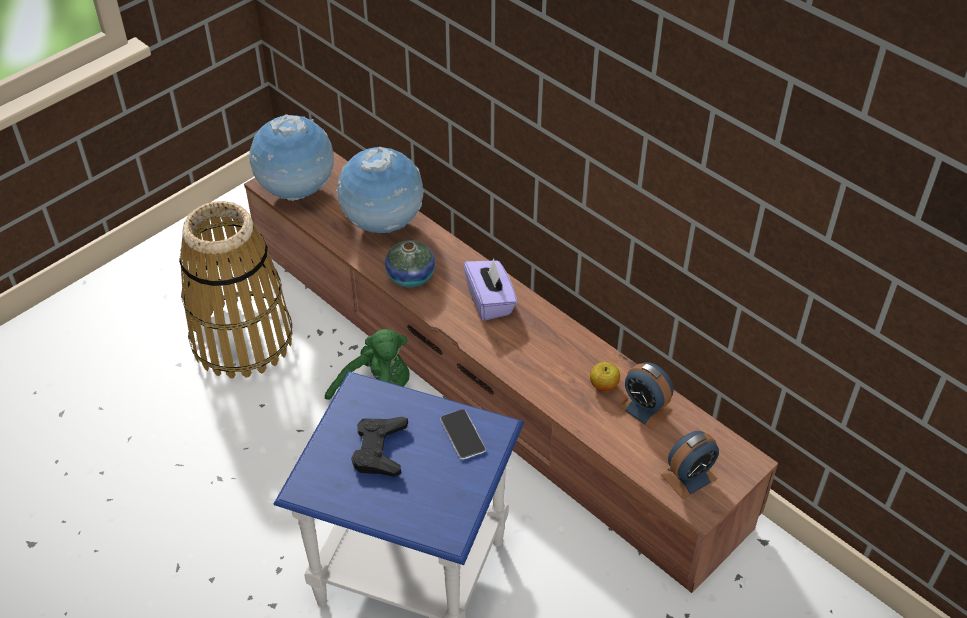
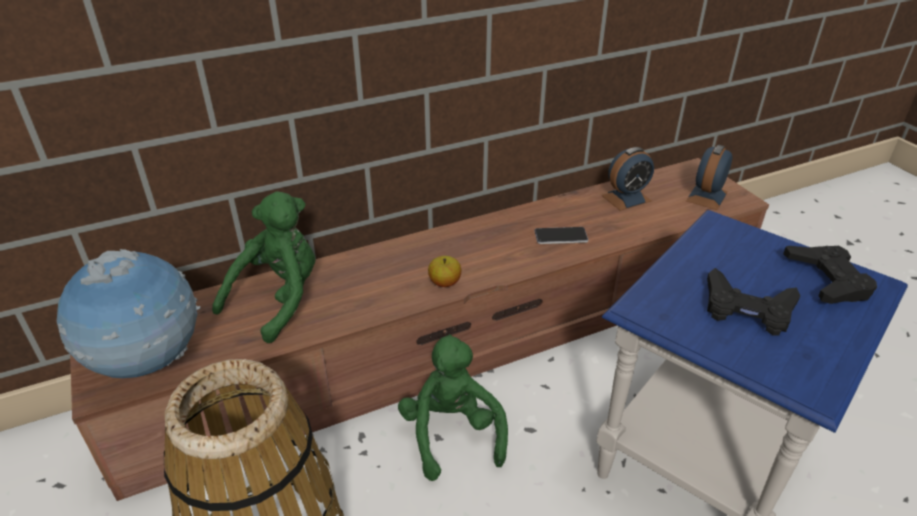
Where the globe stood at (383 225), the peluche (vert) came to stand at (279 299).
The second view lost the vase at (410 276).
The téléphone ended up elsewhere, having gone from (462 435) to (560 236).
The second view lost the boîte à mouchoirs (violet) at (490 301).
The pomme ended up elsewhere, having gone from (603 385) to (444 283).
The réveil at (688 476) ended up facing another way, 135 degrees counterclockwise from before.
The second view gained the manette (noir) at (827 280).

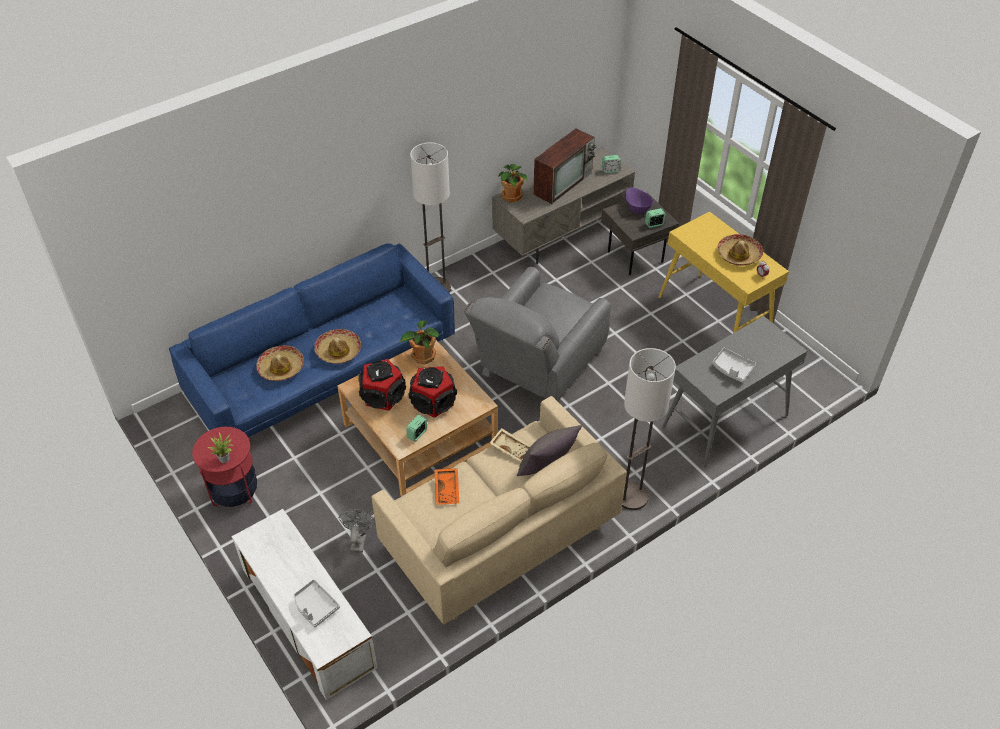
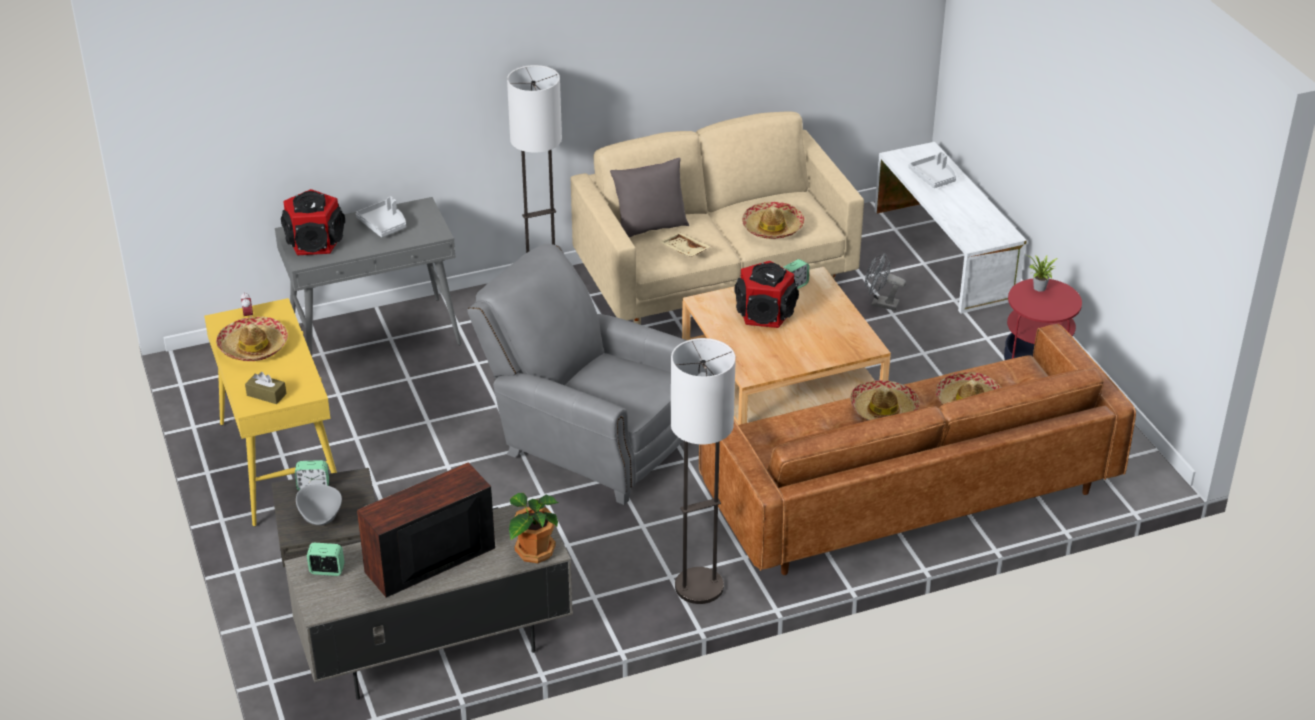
What was the canapé (bleu) at (323 371) turned into the canapé (marron) at (908 491).
The ventilateur (gris) at (358 540) ended up facing another way, 90 degrees clockwise from before.
The enceinte ended up elsewhere, having gone from (382 396) to (315 242).
The second view lost the plante en pot at (422 356).
Where the plateau (orange) stood at (447 489), the chapeau came to stand at (772 227).
The fauteuil (gris) at (536 368) ended up facing another way, 105 degrees counterclockwise from before.
What was the bol (violet) at (637 208) turned into the bol (gris) at (320 521).
The second view gained the boîte à mouchoirs (marron) at (266 394).

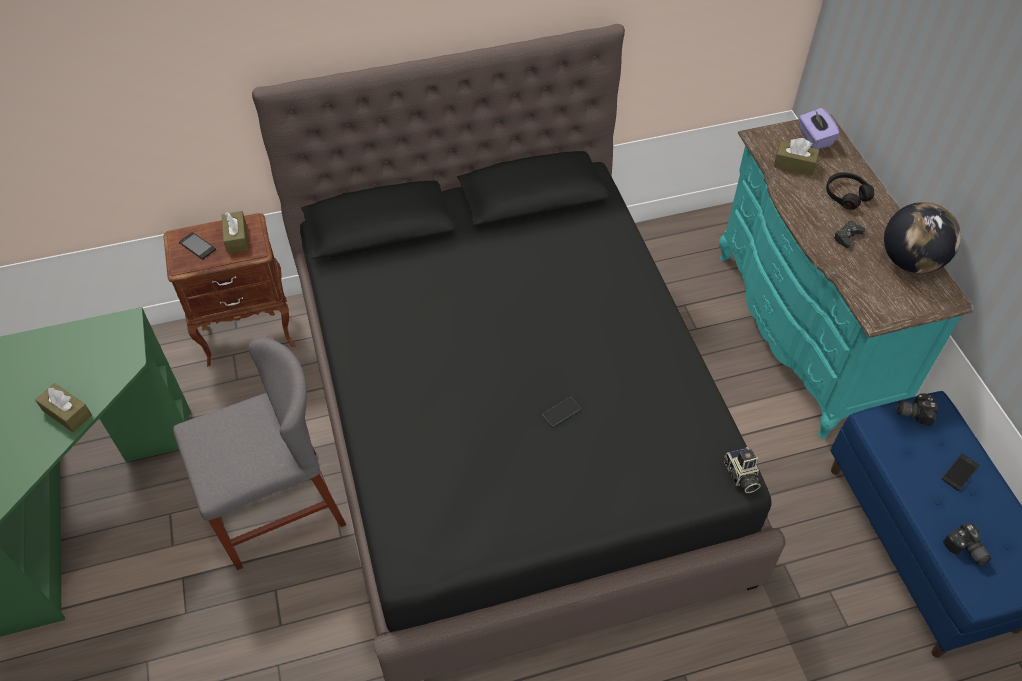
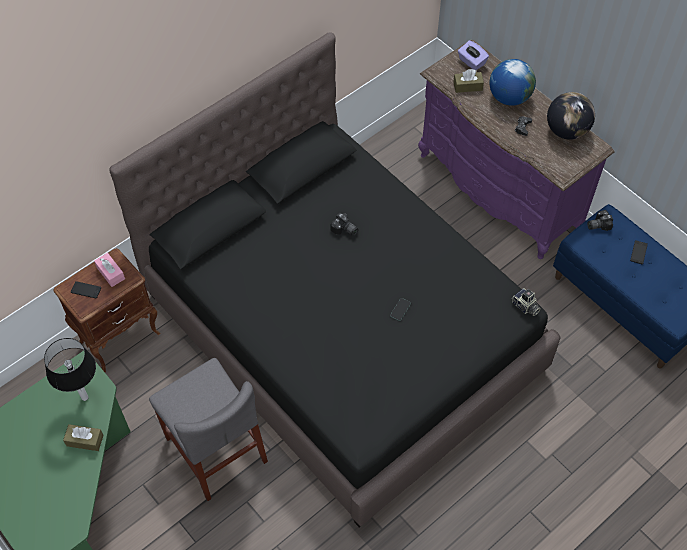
The chaise (gris) at (277 508) ended up facing another way, 105 degrees clockwise from before.
What was the boîte à mouchoirs (marron) at (236 237) turned into the boîte à mouchoirs (rose) at (110 273).
What was the commode (turquoise) at (800 334) turned into the commode (violet) at (497 192).
Where the casque audio (noir) stood at (846 195), the globe came to stand at (509 97).
The appareil photo ended up elsewhere, having gone from (965 550) to (344 230).
The second view gained the lampe de table at (84 397).

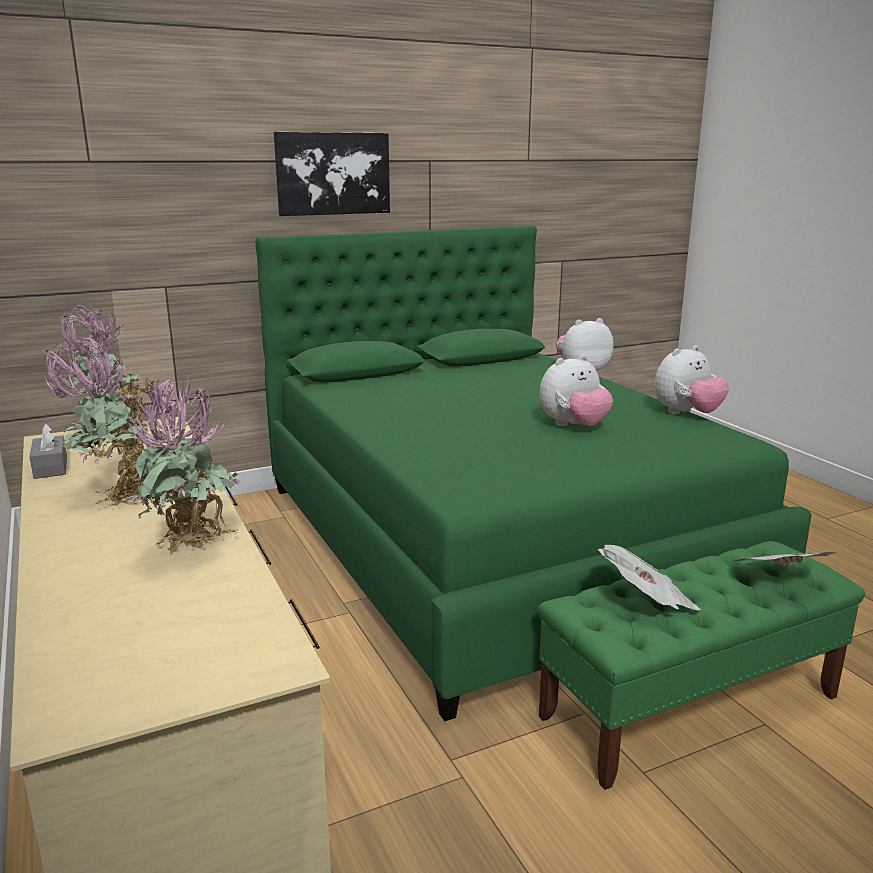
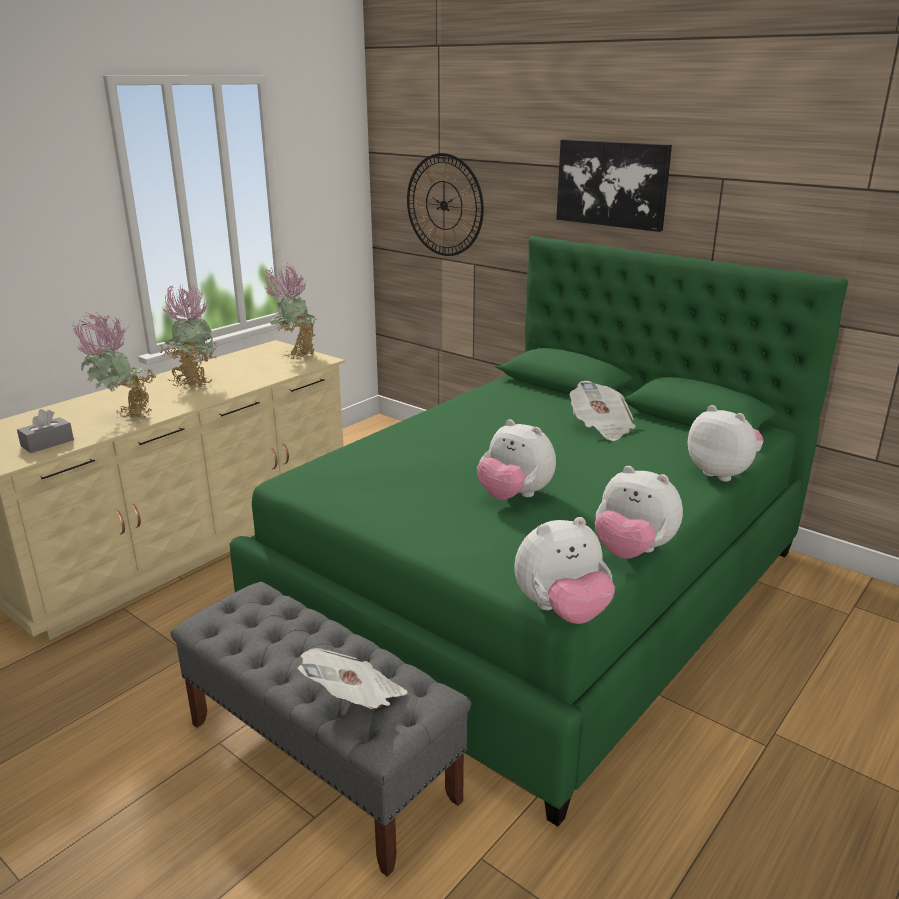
The boîte à mouchoirs (gris) ended up elsewhere, having gone from (50 467) to (47 443).
What was the banc (vert) at (690 706) turned into the banc (gris) at (321 761).
The journal ended up elsewhere, having gone from (646 601) to (601 427).
The second view gained the horloge murale at (444 205).
The second view gained the peluche at (562 611).

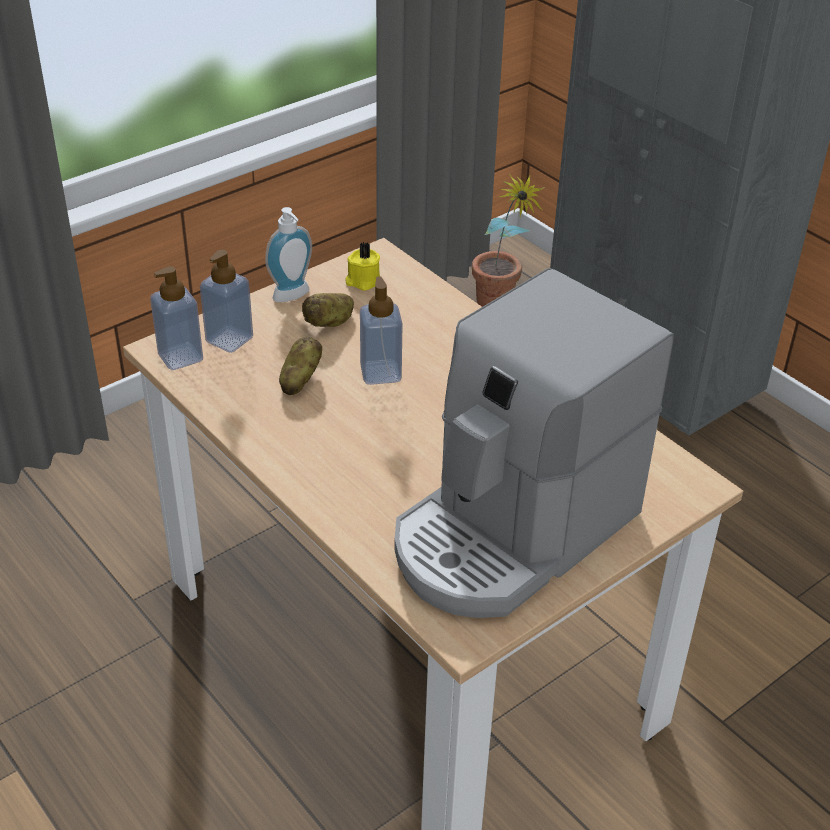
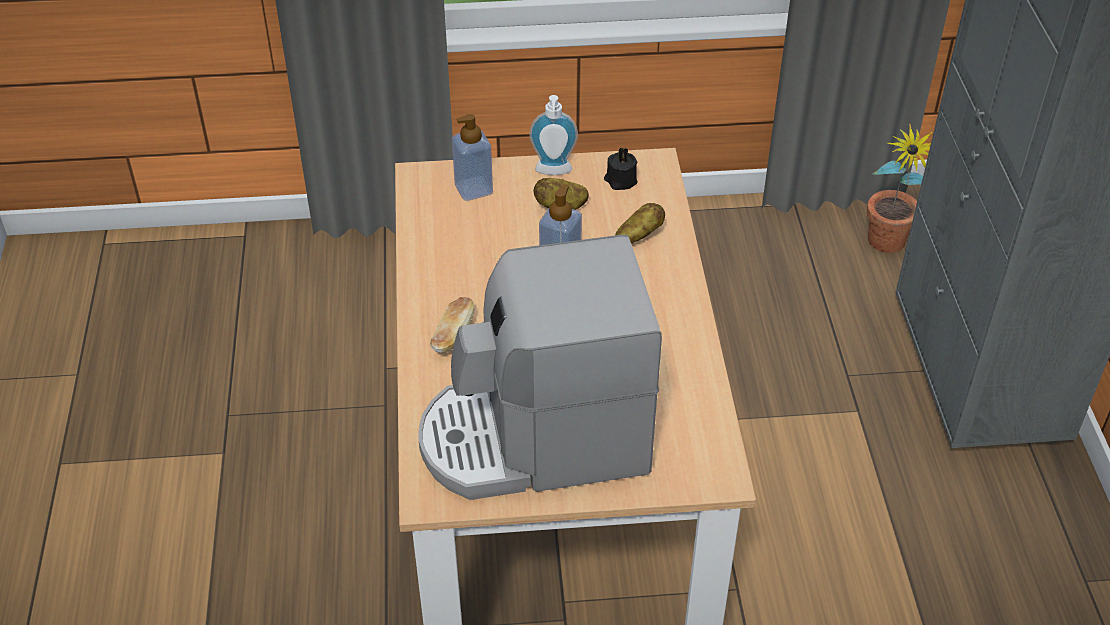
The second view lost the distributeur de savon at (180 357).
The pomme de terre ended up elsewhere, having gone from (299 380) to (638 237).
What was the bougie (jaune) at (362 281) turned into the bougie (noir) at (620 180).
The second view gained the pain at (453 336).

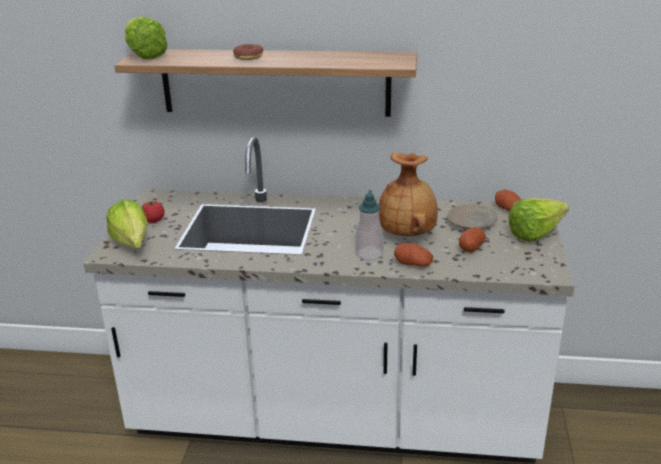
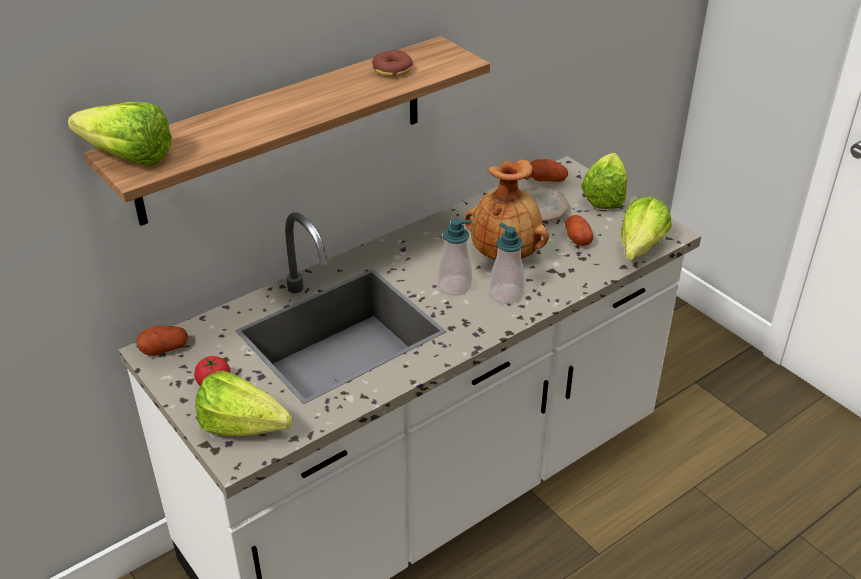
The beignet ended up elsewhere, having gone from (248 57) to (392 70).
The pomme de terre ended up elsewhere, having gone from (413 264) to (164 349).
The second view gained the distributeur de savon at (454 286).
The second view gained the laitue at (636 252).

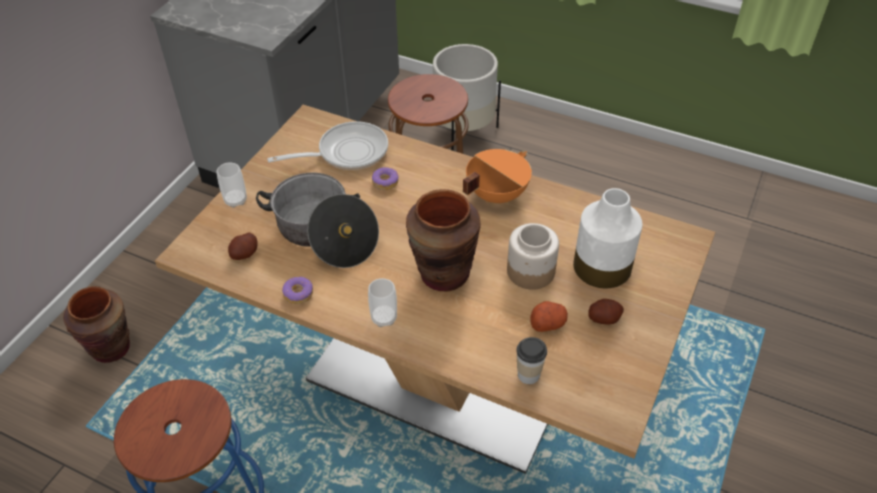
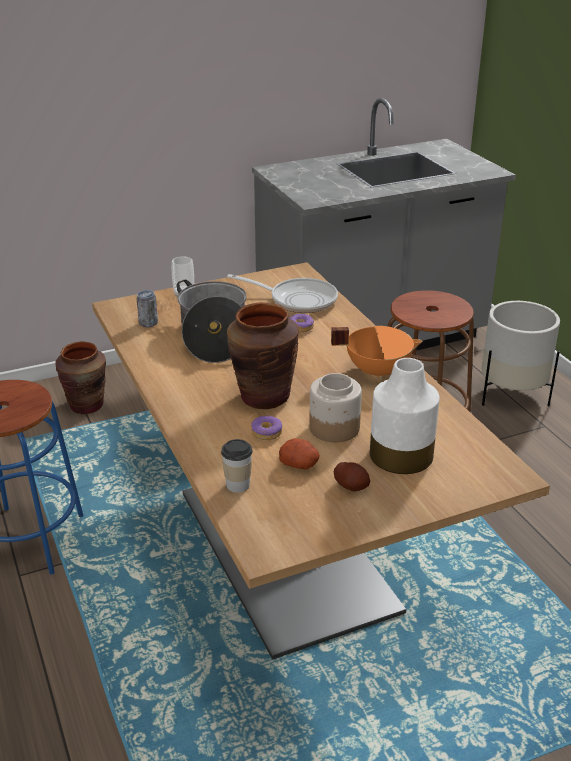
Where the pomme de terre stood at (245 254), the boîte métallique came to stand at (148 323).
The beignet ended up elsewhere, having gone from (298 294) to (267 432).
The second view lost the tasse at (384 318).

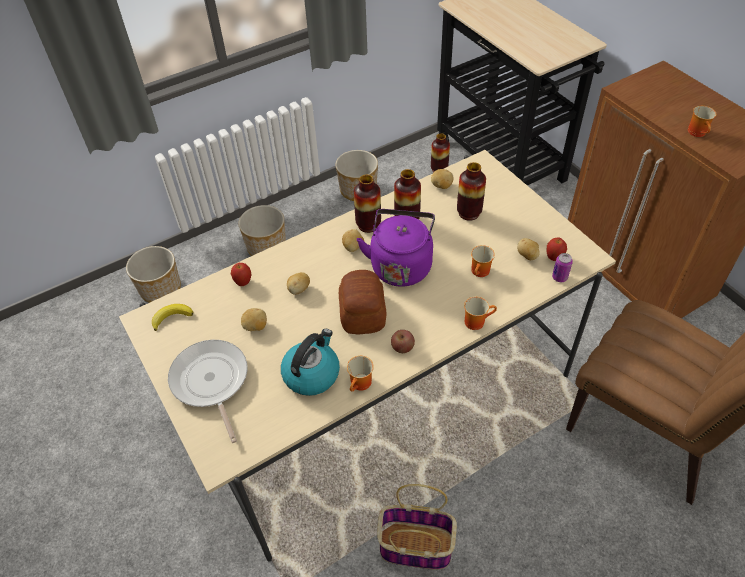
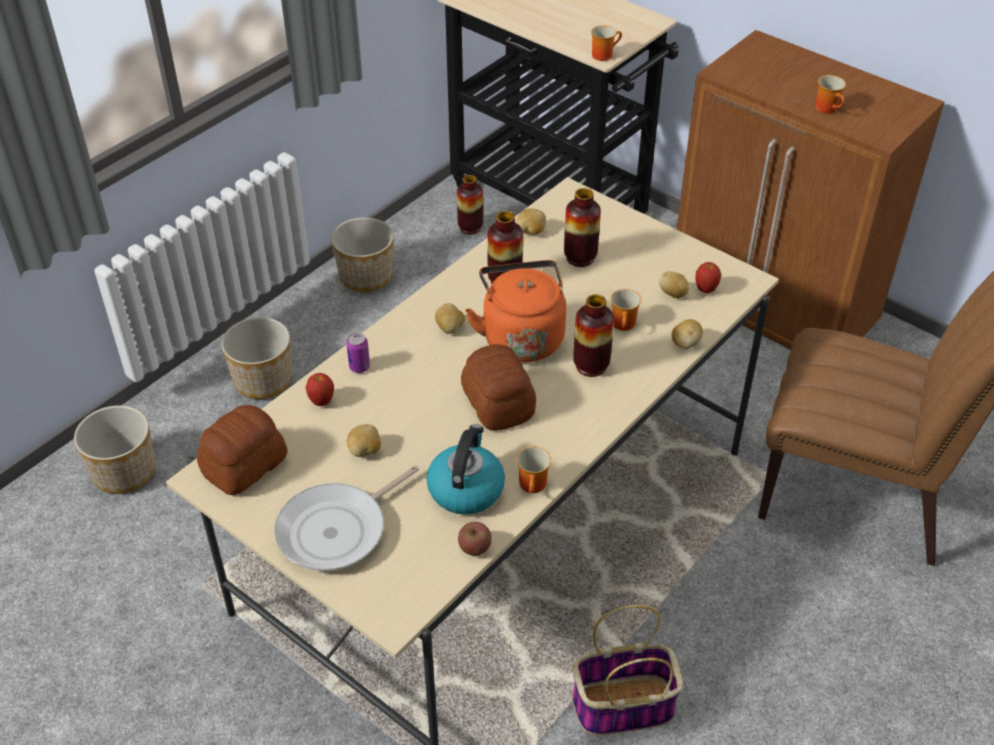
Where the banane stood at (172 317), the pain came to stand at (243 465).
The poêle at (211 382) ended up facing another way, 90 degrees counterclockwise from before.
The pomme de terre ended up elsewhere, having gone from (299 289) to (685 343).
The vase ended up elsewhere, having gone from (368 225) to (591 366).
What was the bouilloire (violet) at (401 265) turned into the bouilloire (orange) at (521 337).
The pomme ended up elsewhere, having gone from (402 347) to (475 547).
The mug ended up elsewhere, having gone from (476 320) to (603 54).
The boîte métallique ended up elsewhere, having gone from (559 277) to (359 367).

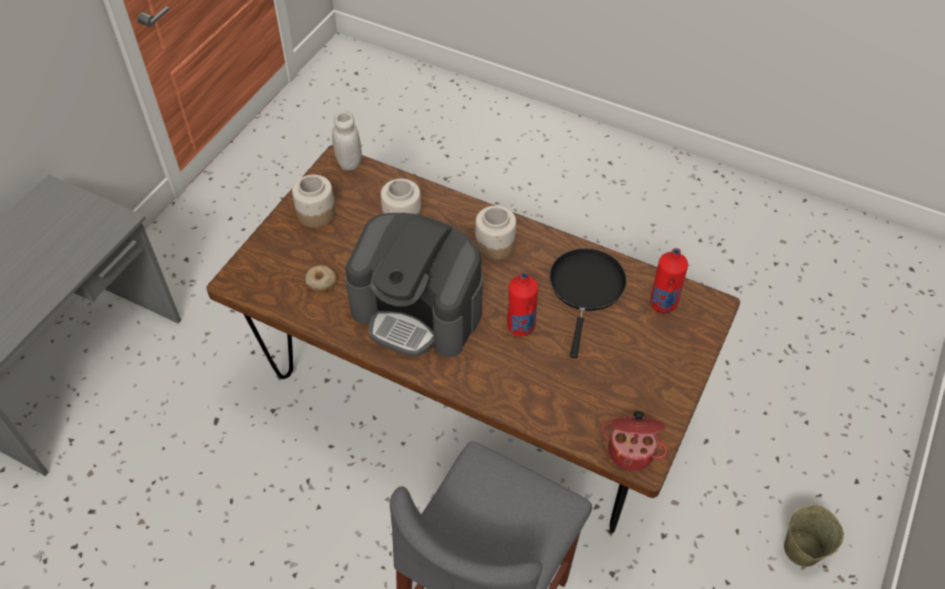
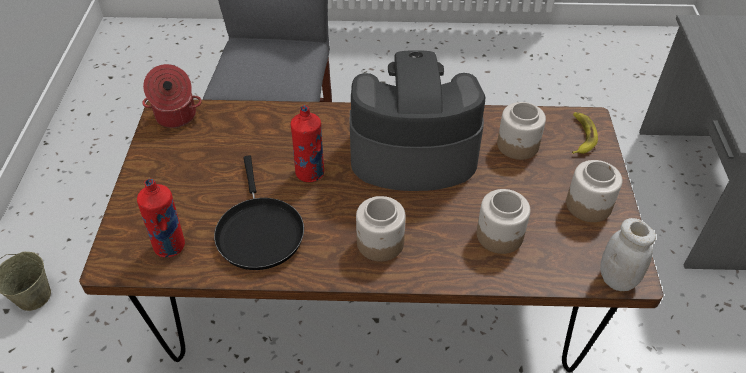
Where the beignet stood at (321 282), the bocal came to stand at (518 145).
The second view gained the banane at (581 136).

